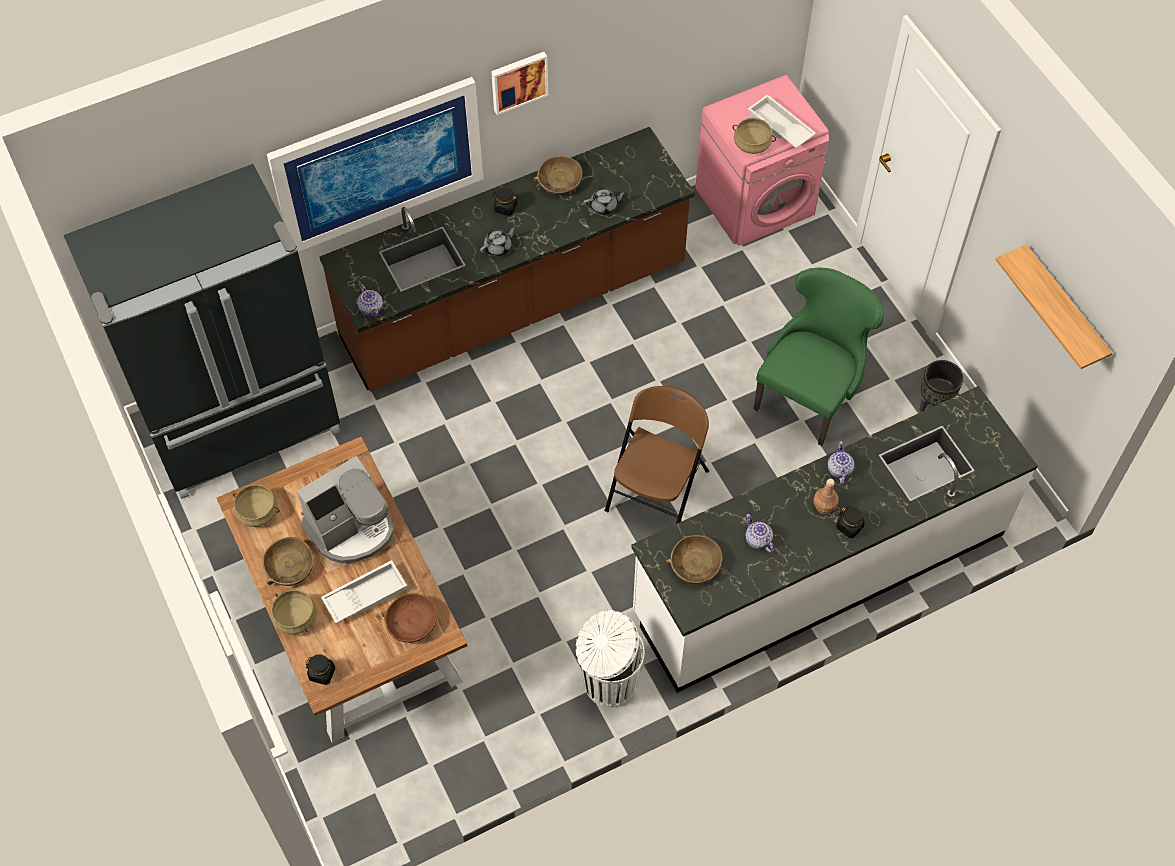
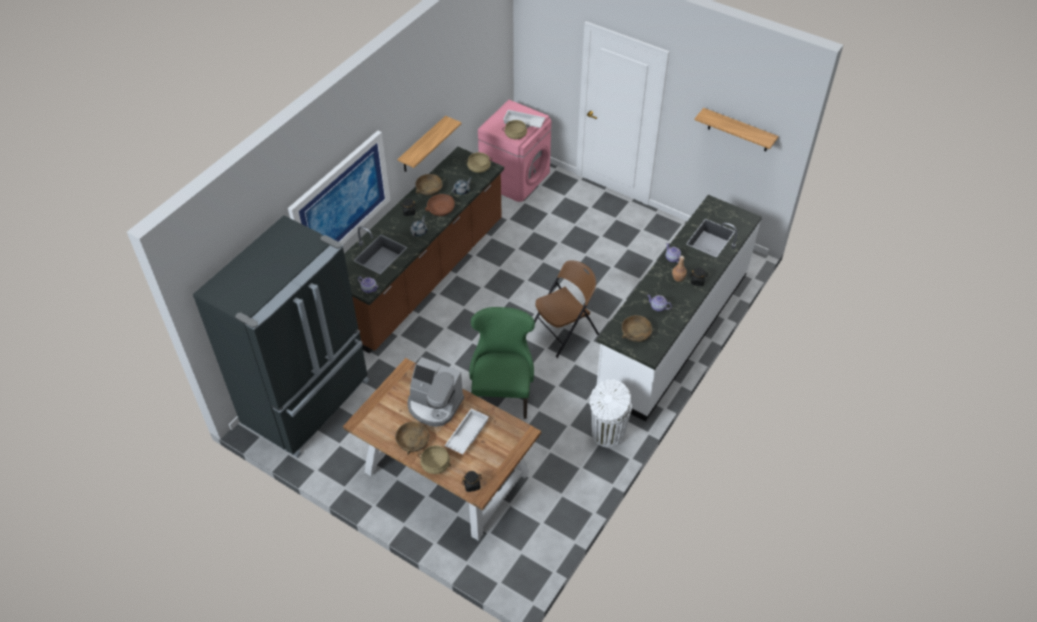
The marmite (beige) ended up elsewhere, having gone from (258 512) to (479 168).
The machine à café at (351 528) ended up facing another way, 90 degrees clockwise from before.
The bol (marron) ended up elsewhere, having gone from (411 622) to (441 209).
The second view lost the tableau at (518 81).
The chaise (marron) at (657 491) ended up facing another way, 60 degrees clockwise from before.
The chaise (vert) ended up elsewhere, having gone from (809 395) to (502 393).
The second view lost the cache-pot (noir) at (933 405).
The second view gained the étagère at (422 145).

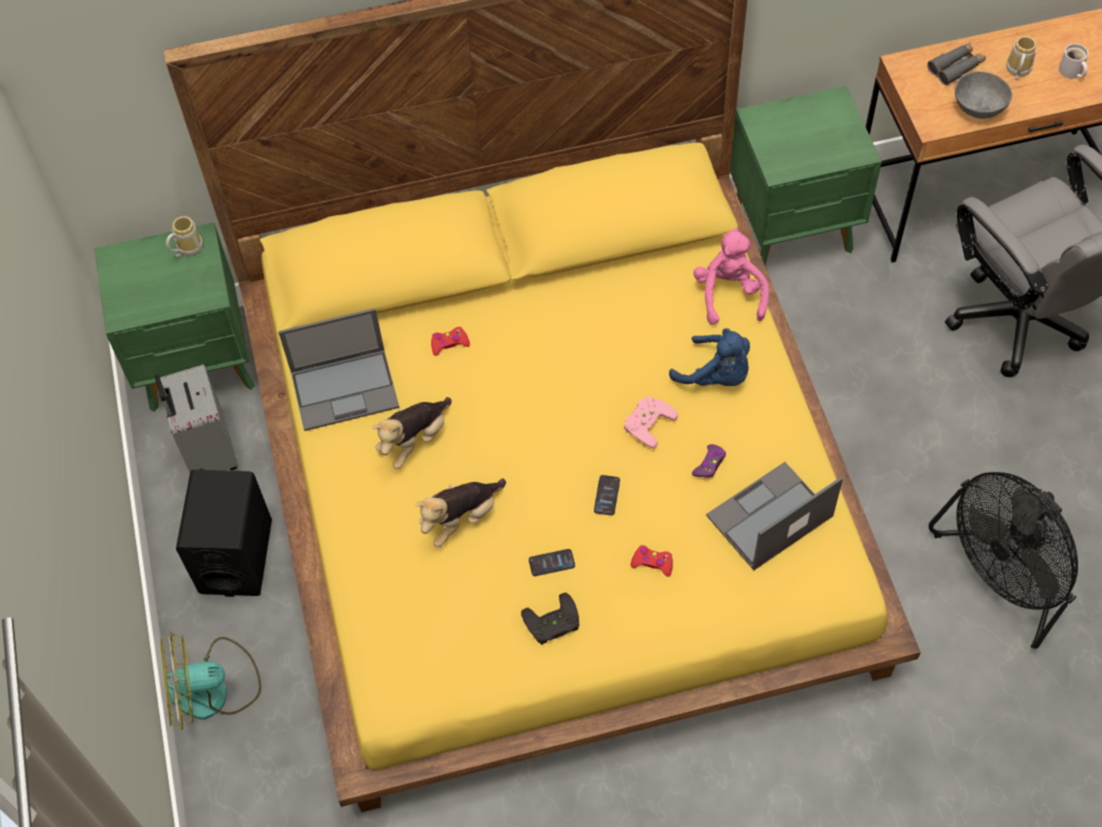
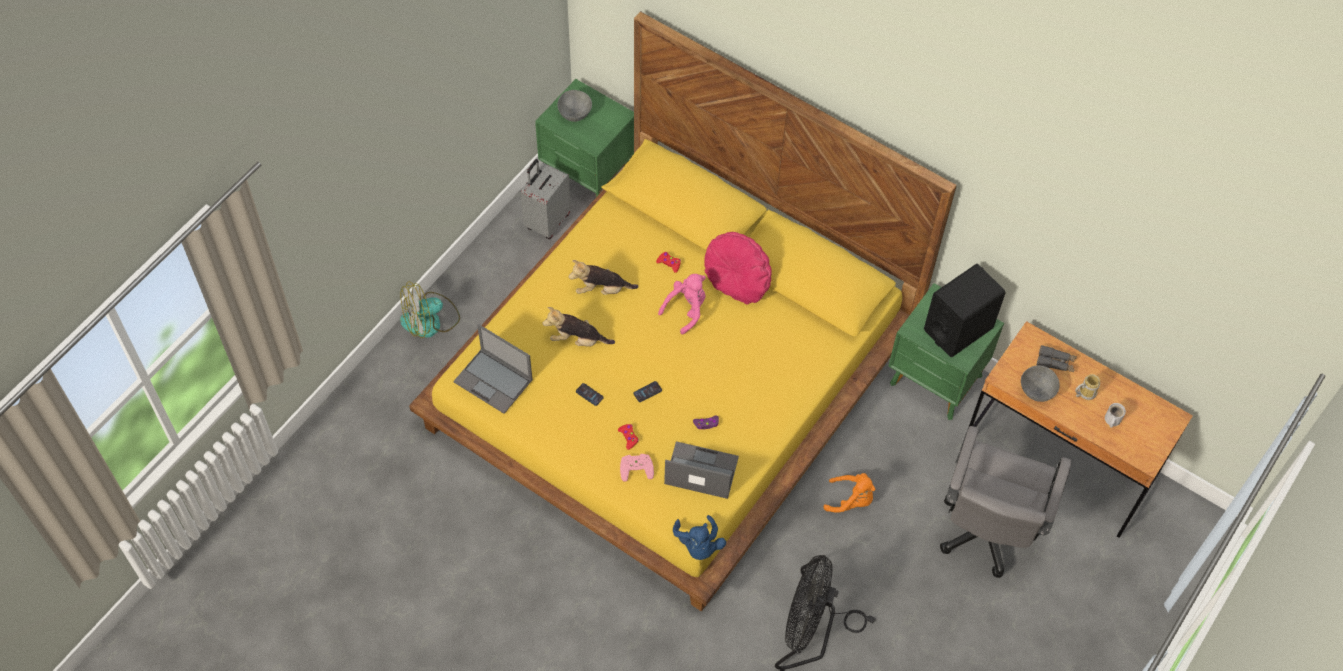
The ventilateur at (212 689) ended up facing another way, 60 degrees counterclockwise from before.
The second view lost the mug at (186 248).
The enceinte (noir) ended up elsewhere, having gone from (236 556) to (958 329).
The ordinateur portable ended up elsewhere, having gone from (346 389) to (494 381).
The second view lost the manette (noir) at (553 624).
The manette (rose) ended up elsewhere, having gone from (646 421) to (636 466).
The peluche (bleu) ended up elsewhere, having gone from (716 375) to (698 545).
The peluche (rose) ended up elsewhere, having gone from (729 294) to (686 310).
The second view gained the bol (gris) at (575 113).
The second view gained the coussin (rose) at (736 285).
The second view gained the peluche (orange) at (850 500).

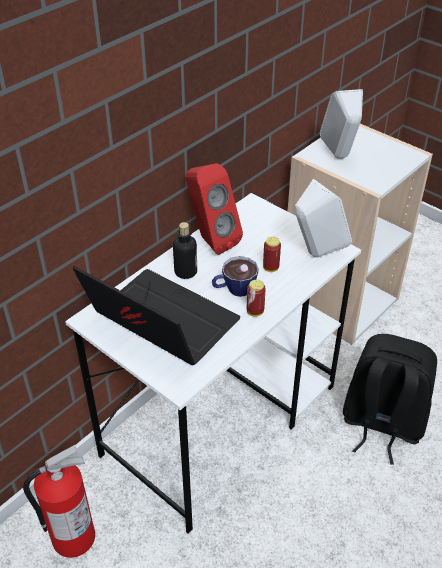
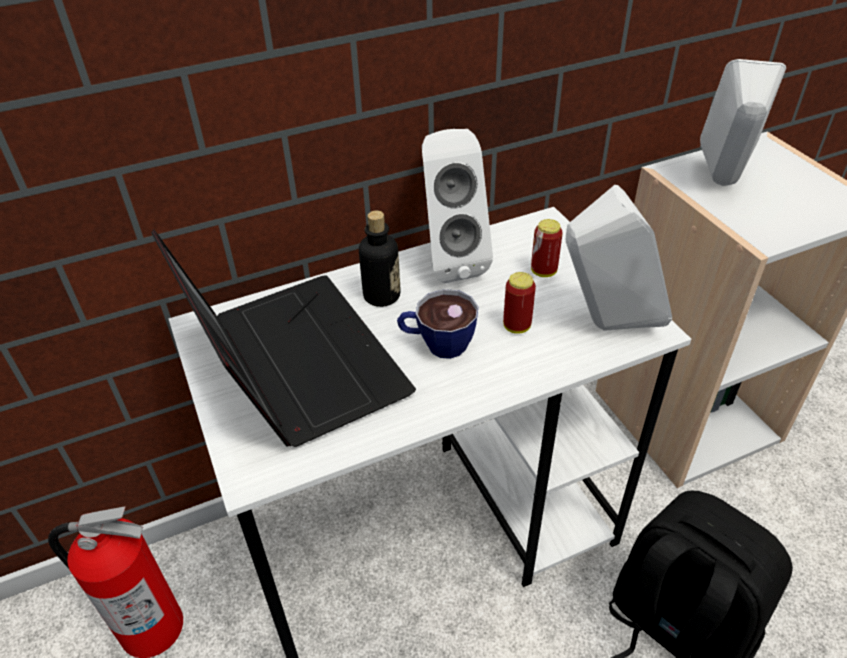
What was the enceinte (rouge) at (211 241) turned into the enceinte (blanc) at (448 260).
The boîte métallique ended up elsewhere, having gone from (255 312) to (543 271).

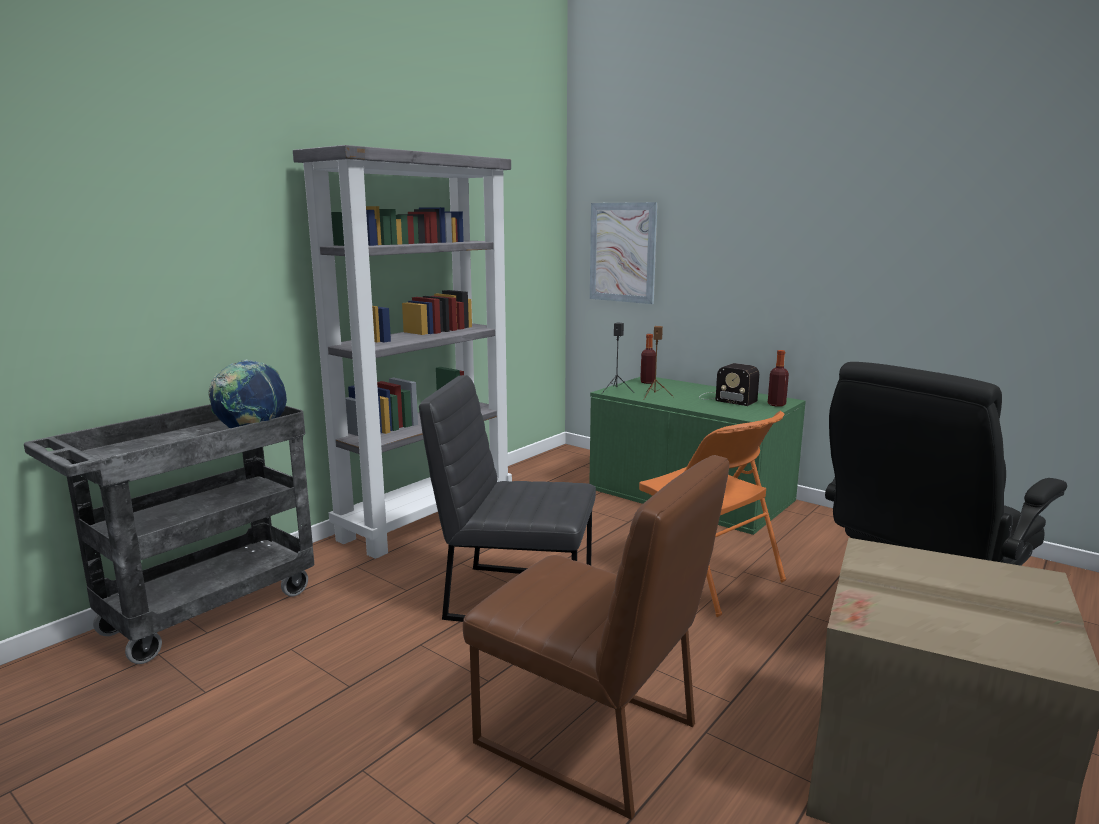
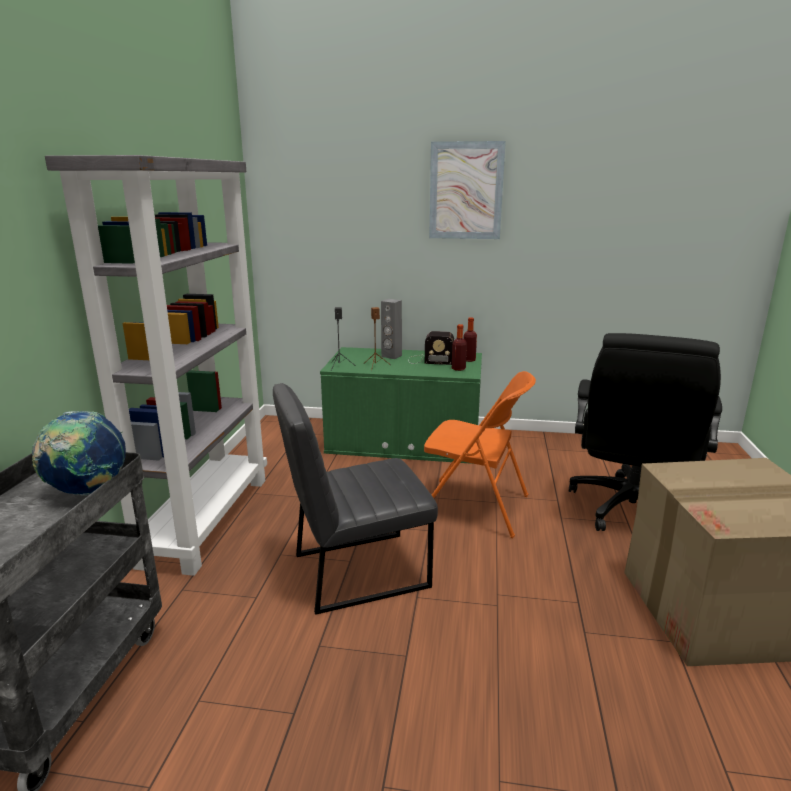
The second view lost the chaise (marron) at (591 737).
The tableau ended up elsewhere, having gone from (622 252) to (466 191).
The bouteille ended up elsewhere, having gone from (647 382) to (458 369).
The second view gained the enceinte (gris) at (391 356).

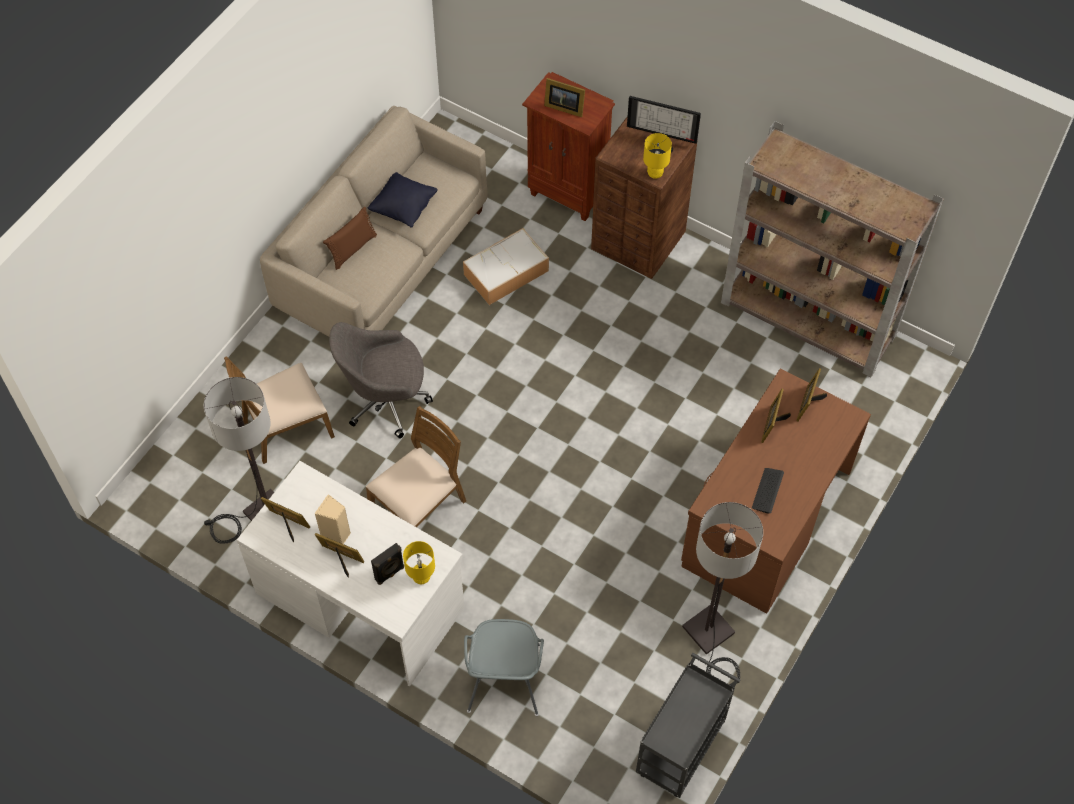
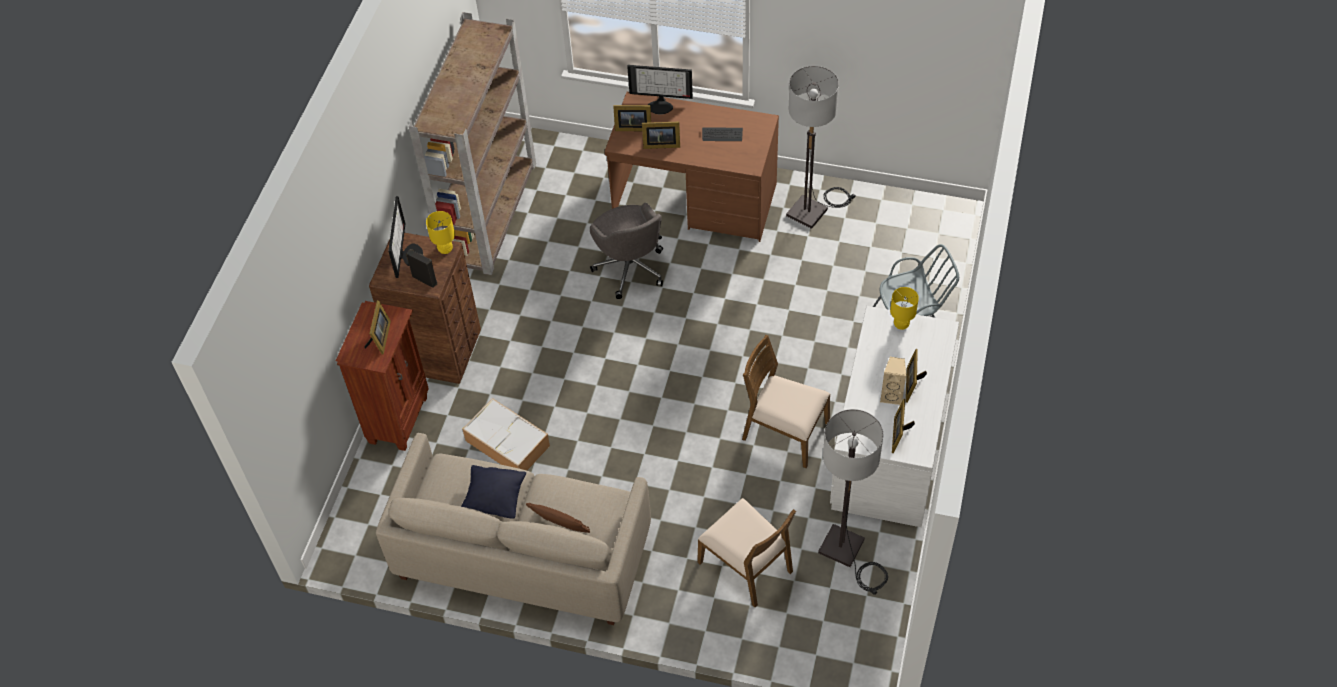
The chaise de bureau (gris) ended up elsewhere, having gone from (386 402) to (631 269).
The enceinte (noir) ended up elsewhere, having gone from (390 574) to (425 279).
The second view lost the chariot (gris) at (681 748).
The second view gained the écran d'ordinateur at (660 105).

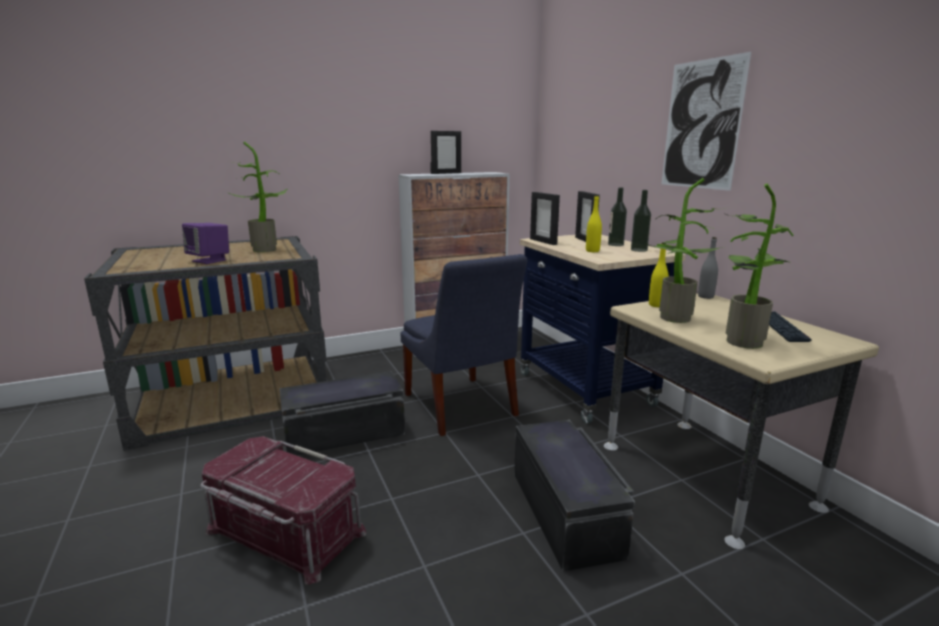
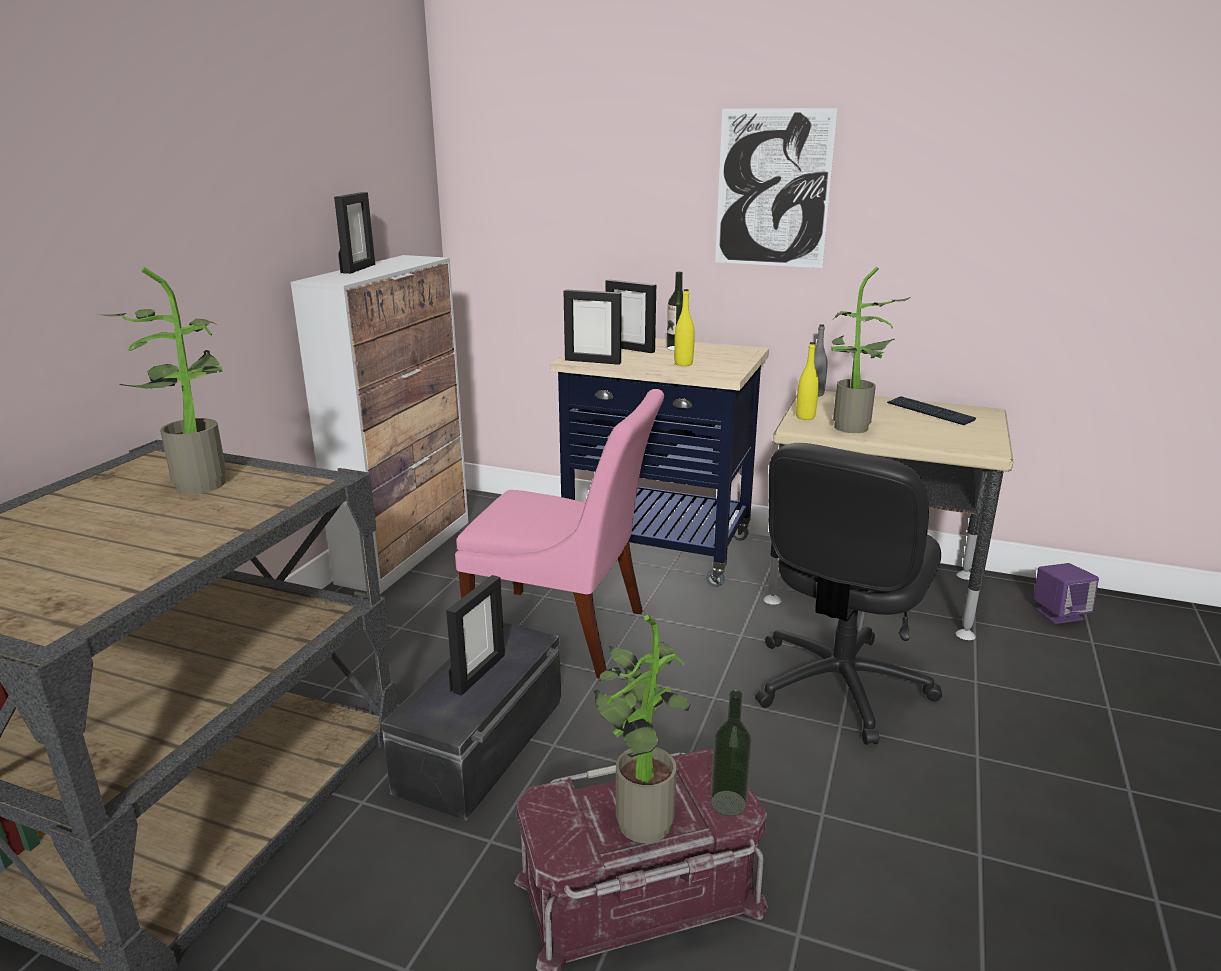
The enceinte (violet) ended up elsewhere, having gone from (210 260) to (1059 614).
What was the chaise (bleu) at (461 407) turned into the chaise (rose) at (565 633).
Where the boîte de rangement (noir) stood at (566 512), the chaise de bureau (noir) came to stand at (839 684).
The bouteille ended up elsewhere, having gone from (639 250) to (728 803).
The plante en pot ended up elsewhere, having gone from (741 340) to (637 818).
The second view gained the cadre photo at (478 673).

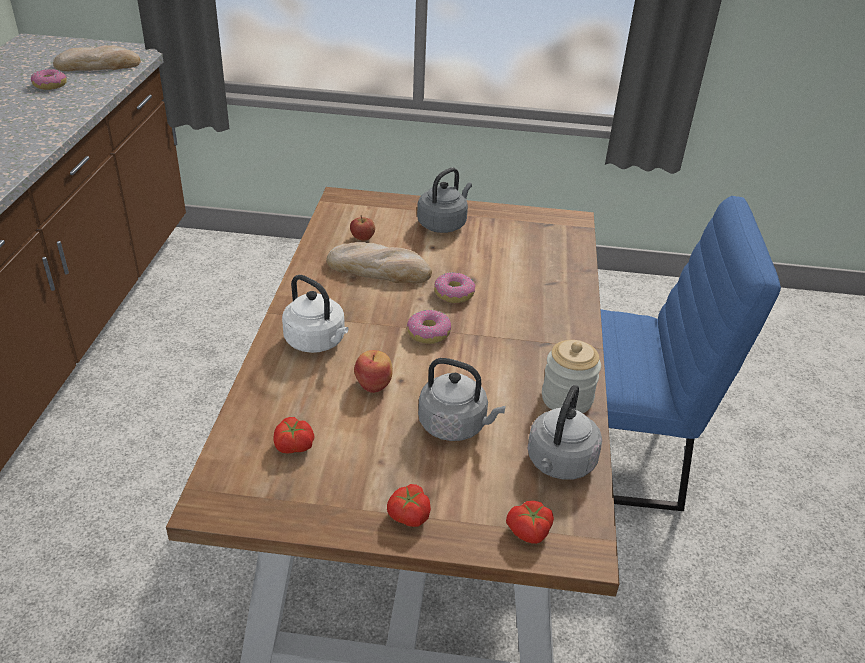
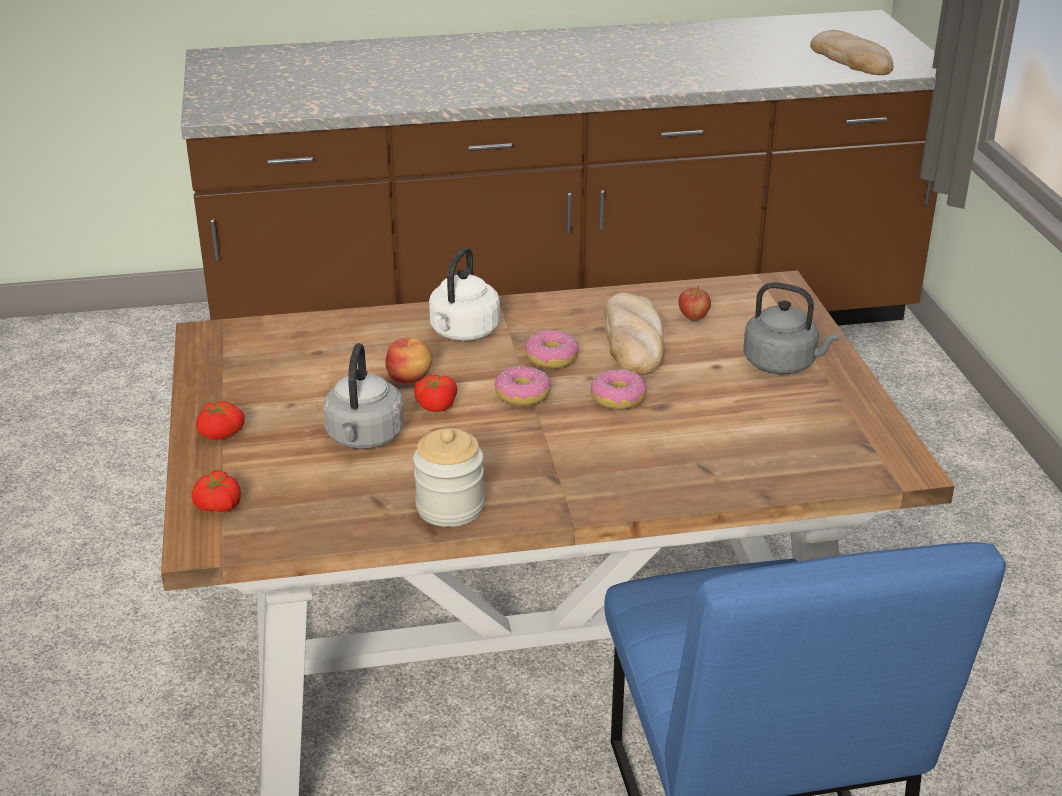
The beignet ended up elsewhere, having gone from (50 85) to (551 358).
The tomate ended up elsewhere, having gone from (293 446) to (435 405).
The second view lost the bouilloire (gris) at (559 464).

